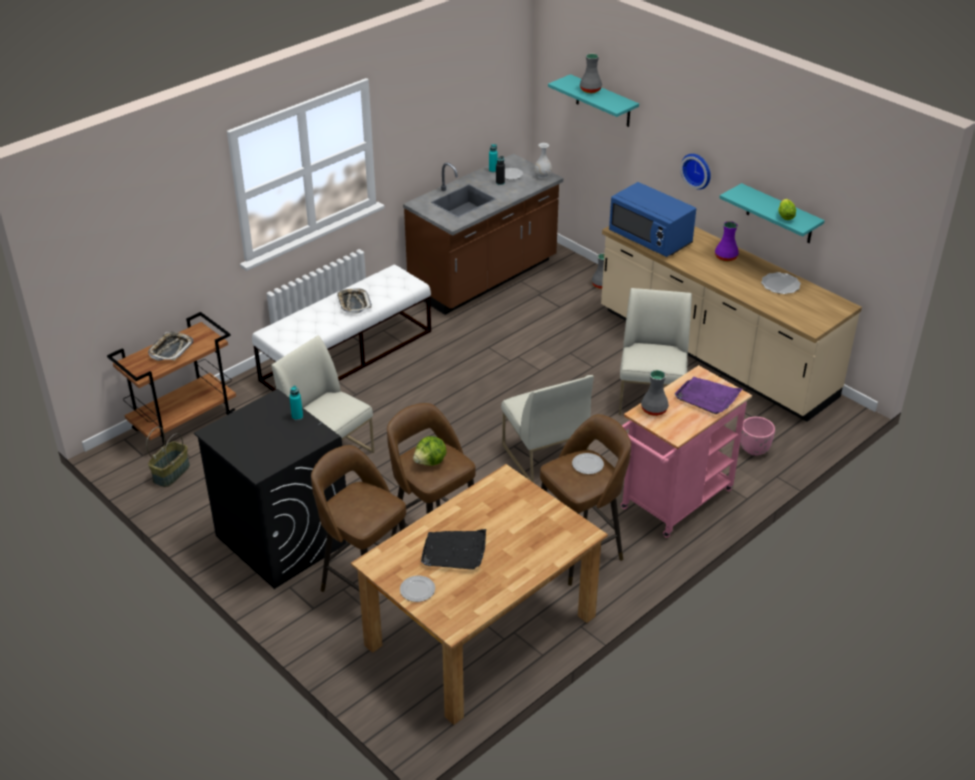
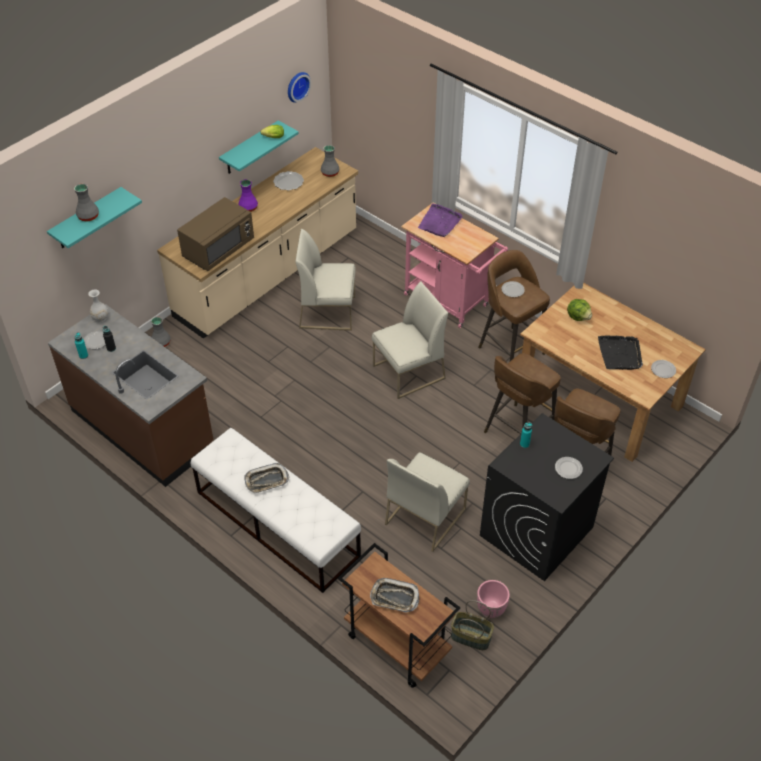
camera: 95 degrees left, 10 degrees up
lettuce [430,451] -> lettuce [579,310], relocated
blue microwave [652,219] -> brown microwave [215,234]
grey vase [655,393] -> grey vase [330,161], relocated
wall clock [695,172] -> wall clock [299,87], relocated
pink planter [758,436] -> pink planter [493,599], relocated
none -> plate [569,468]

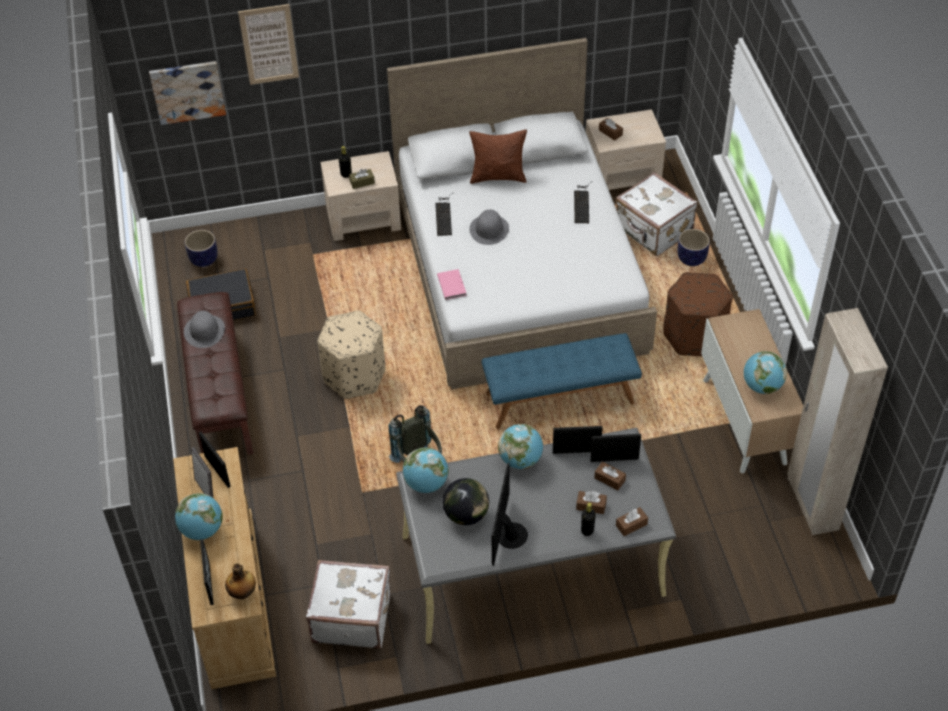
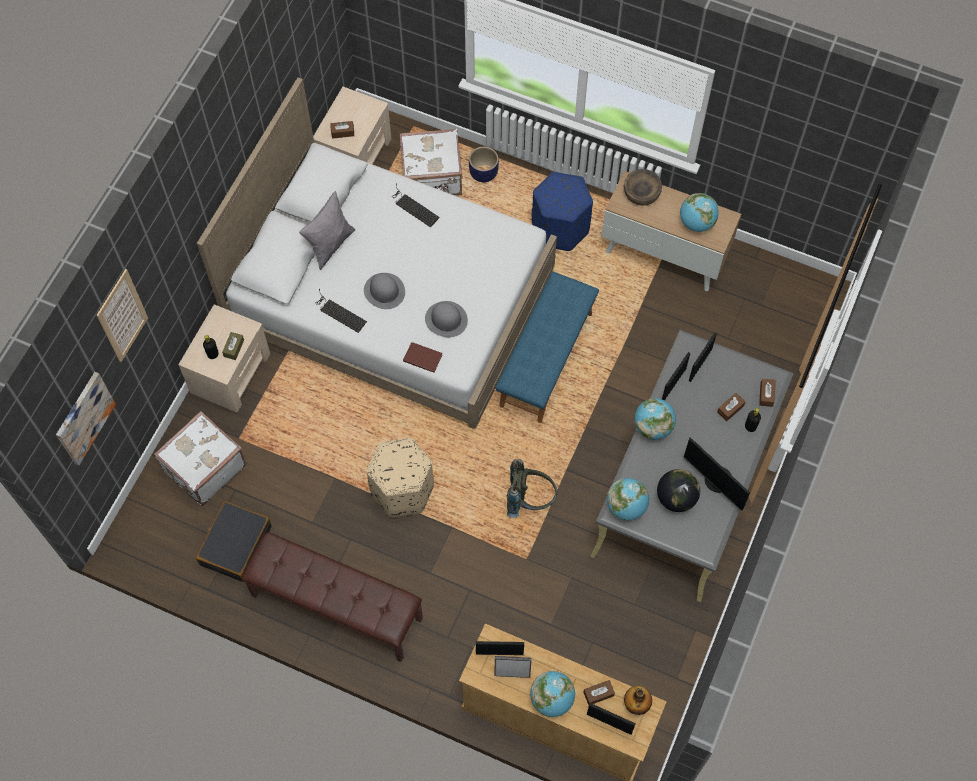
camera: 55 degrees left, 15 degrees up
grey hat [204,329] -> grey hat [446,319], relocated
planter [201,248] -> none
white suitcase [348,604] -> white suitcase [200,458], relocated
pink book [452,284] -> brown book [422,357]
brown pillow [498,156] -> grey pillow [327,230]
brown tissue box [610,476] -> brown tissue box [599,692], relocated
brown ottoman [698,314] -> blue ottoman [562,211]
beige wardrobe [837,421] -> none
none -> brown bowl [643,187]

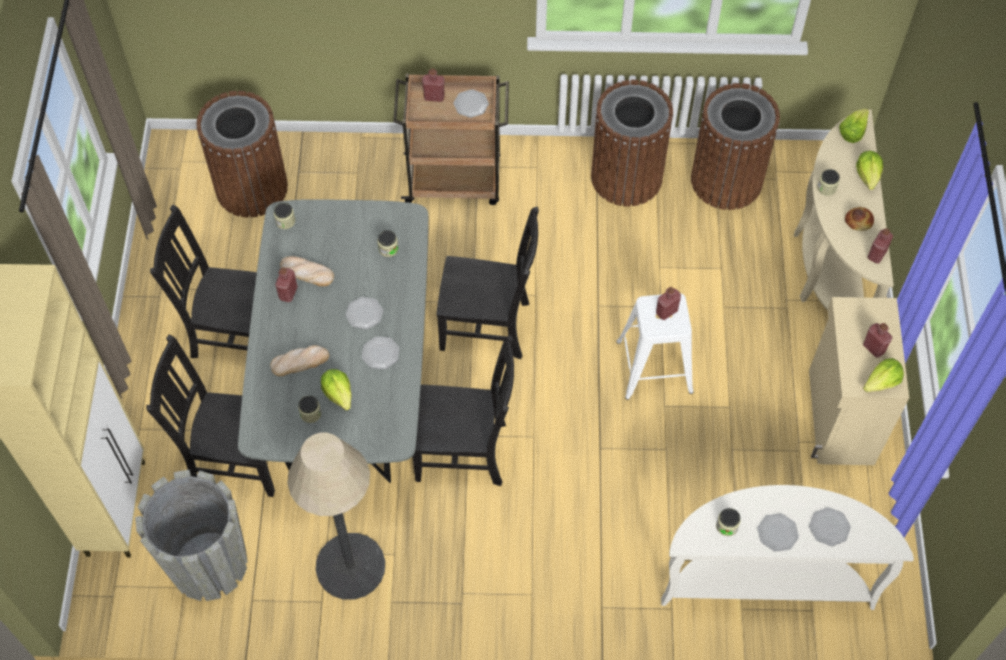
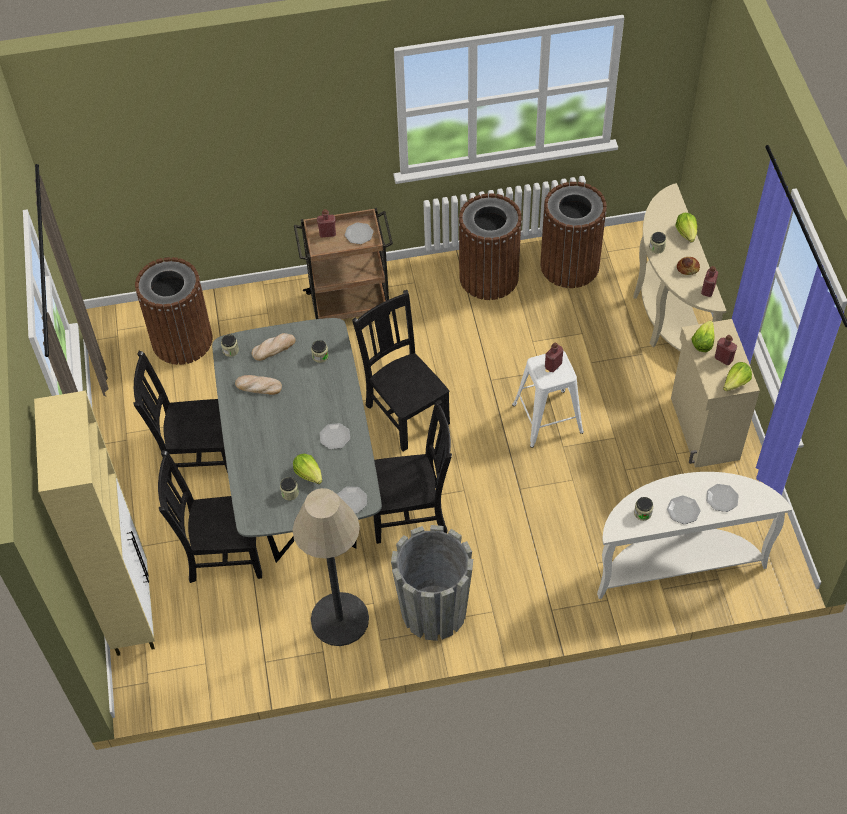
camera: 10 degrees left, 5 degrees down
grey planter [191,535] -> grey planter [432,583], relocated
bread [299,360] -> bread [274,347], relocated
red bottle [286,284] -> none
plate [364,313] -> plate [352,500], relocated
black chair [488,283] -> black chair [401,370], 120 degrees counterclockwise
lettuce [854,125] -> lettuce [703,336], relocated

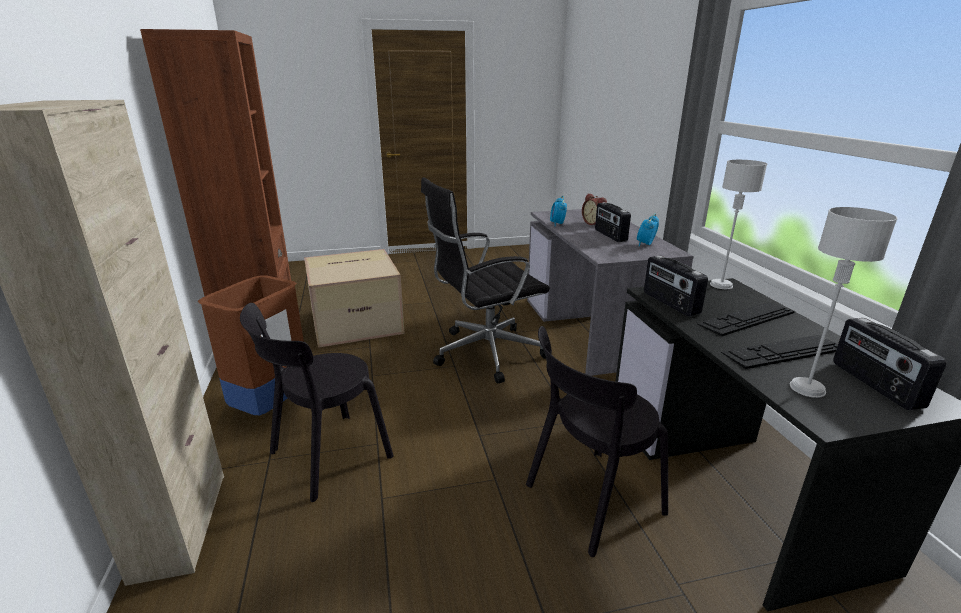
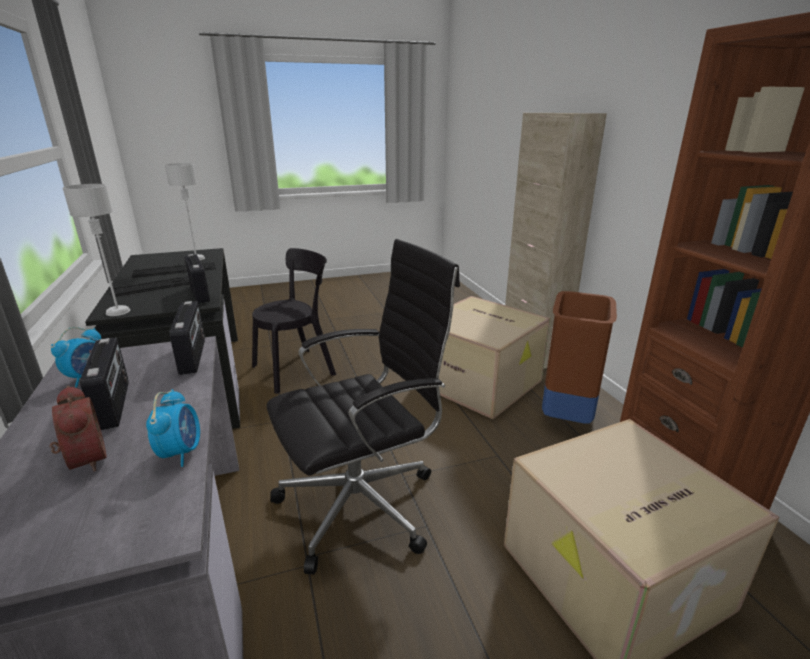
camera: 175 degrees right, 0 degrees up
black chair [317,402] -> cardboard box [494,357]
radio [890,364] -> radio [187,338], relocated

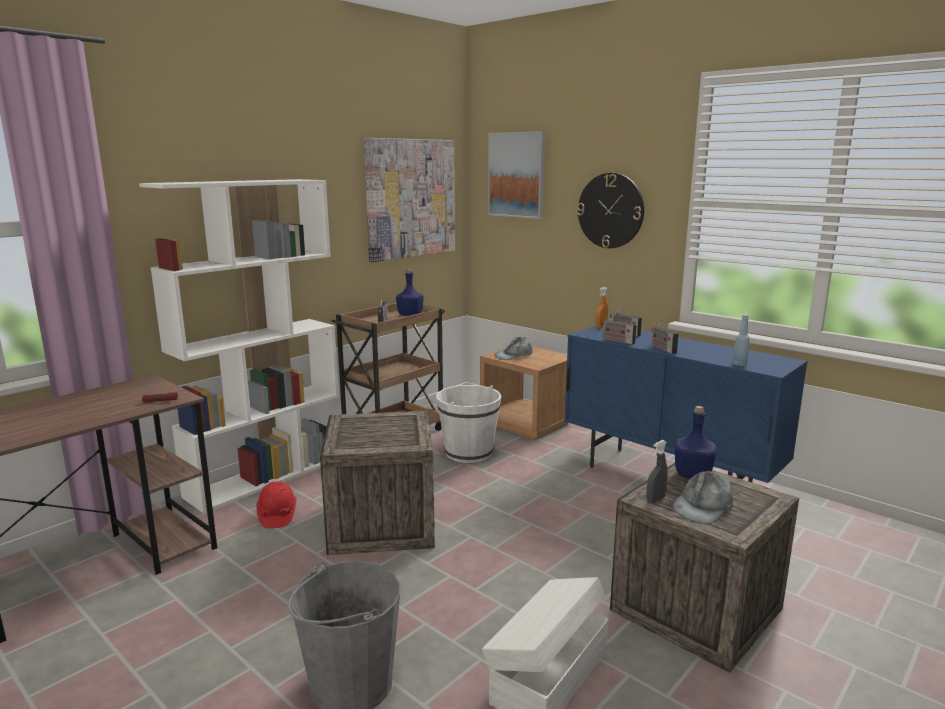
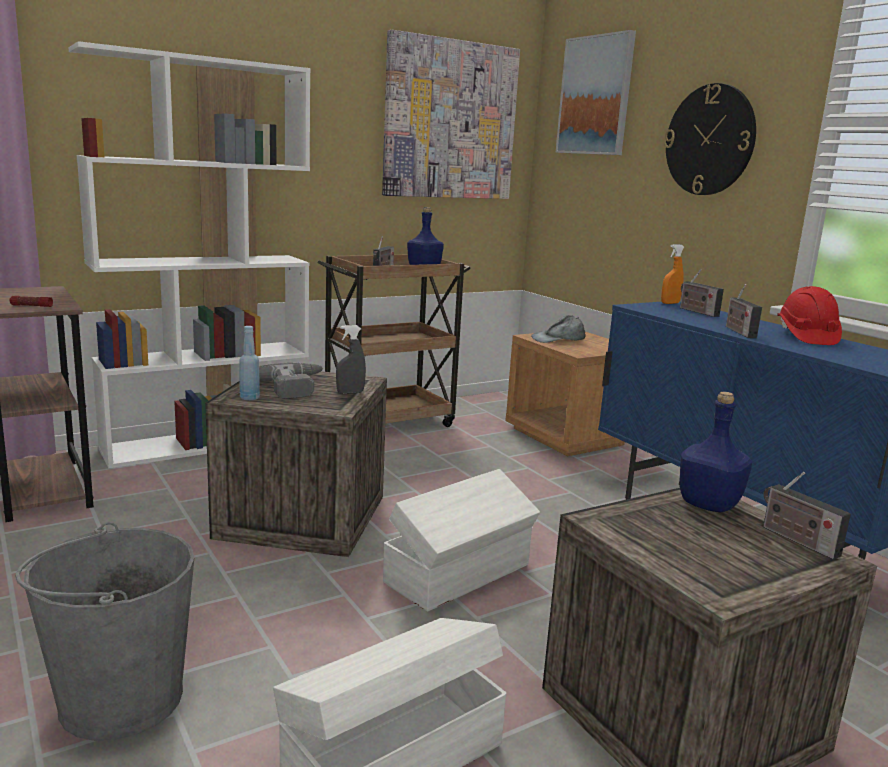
camera: 15 degrees right, 0 degrees up
red hard hat [276,504] -> red hard hat [809,315], relocated
white bucket [468,424] -> none
radio [619,328] -> radio [807,516], relocated
grey spray bottle [657,471] -> grey spray bottle [351,359], relocated
grey cap [703,497] -> none
blue bottle [741,340] -> blue bottle [249,363], relocated
none -> power drill [291,381]
none -> white storage box [461,540]

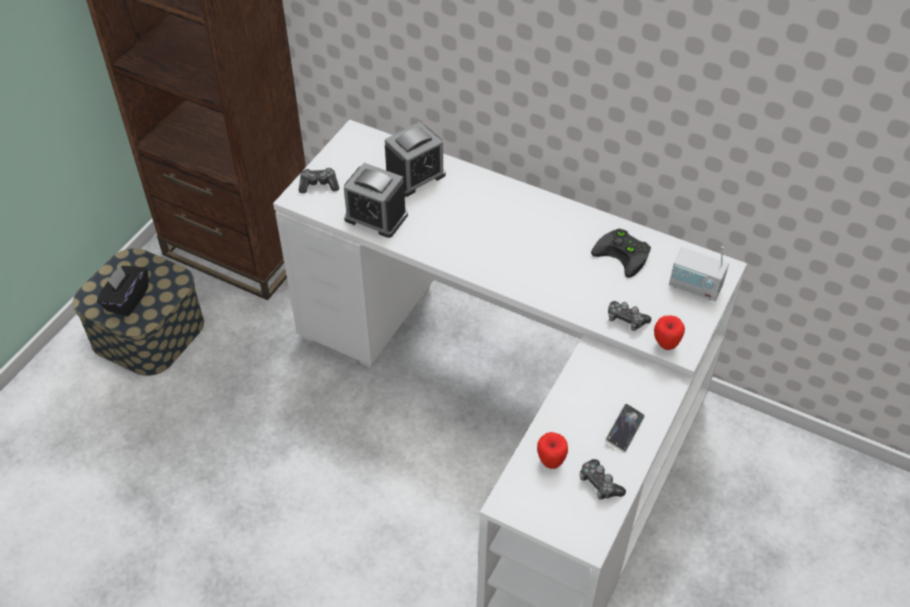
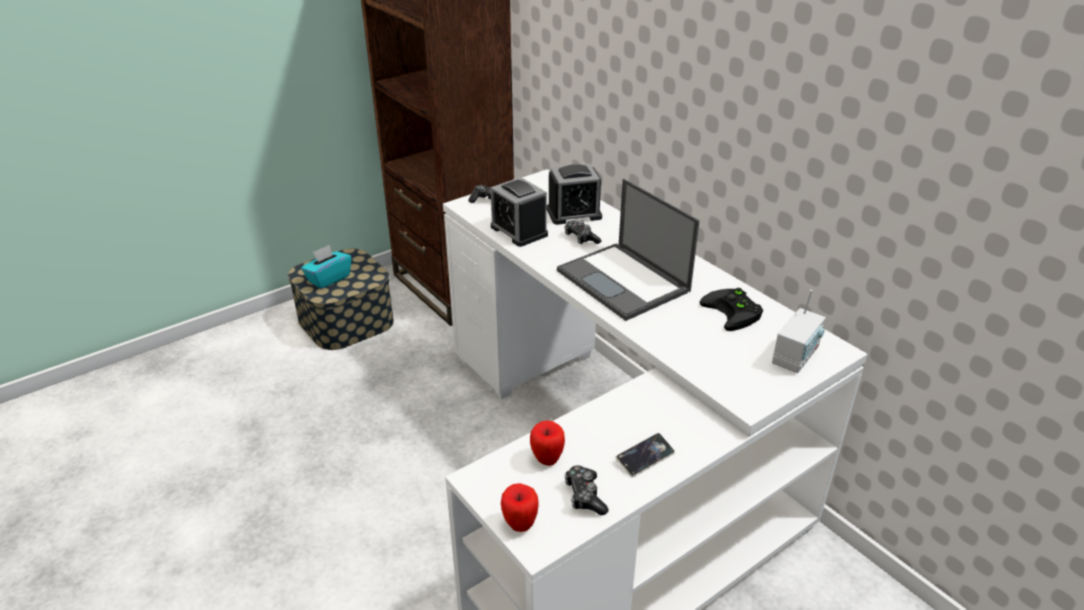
camera: 25 degrees right, 15 degrees down
black tissue box [123,291] -> turquoise tissue box [326,267]
game controller [629,316] -> game controller [582,232], relocated
apple [669,333] -> apple [519,507], relocated
radio [699,273] -> radio [799,331], 105 degrees counterclockwise
none -> laptop [628,250]

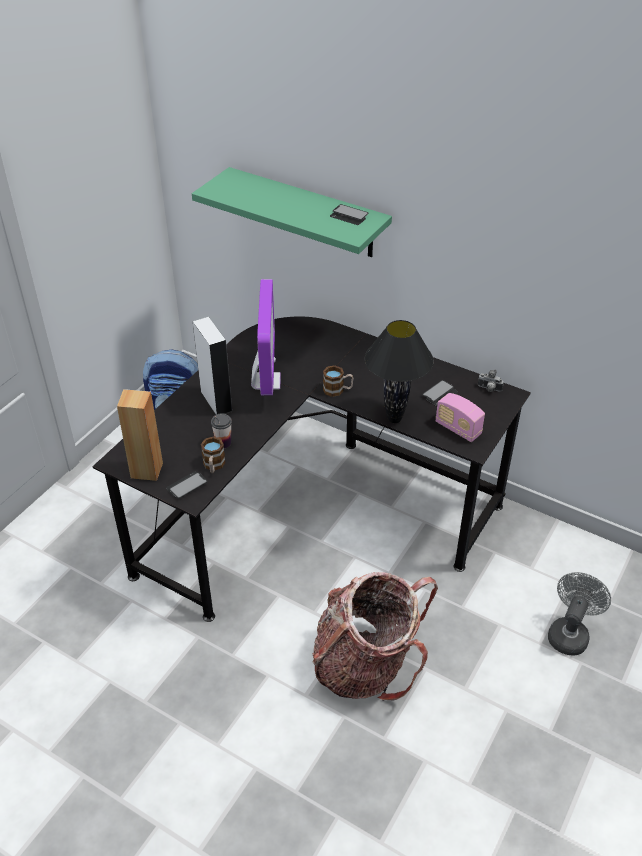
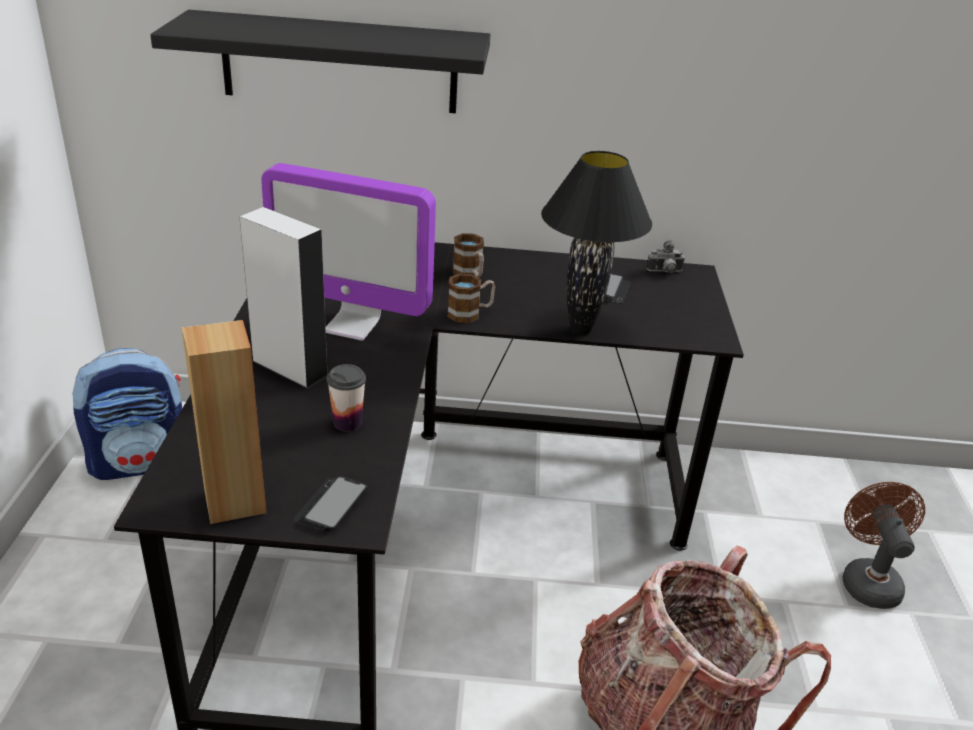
camera: 30 degrees left, 10 degrees down
green shelf [292,212] -> black shelf [320,61]
mug [213,455] -> mug [468,255], relocated
monitor [266,337] -> monitor [348,252], 135 degrees clockwise
phone [349,214] -> none
radio [460,417] -> none
grey fan [579,614] -> brown fan [883,545]

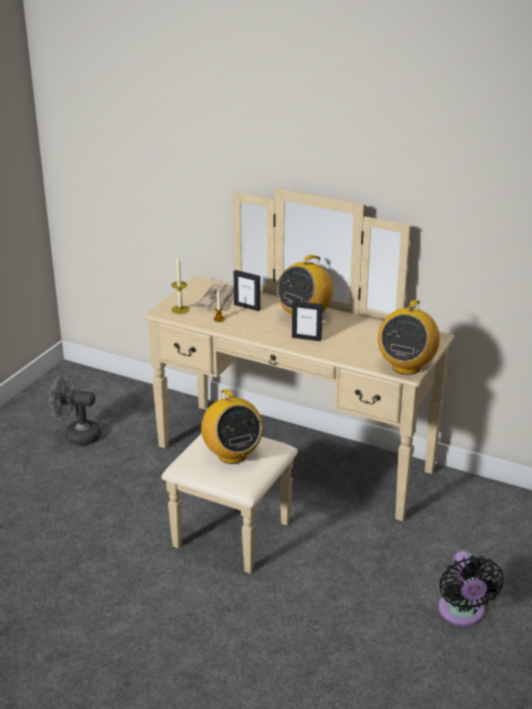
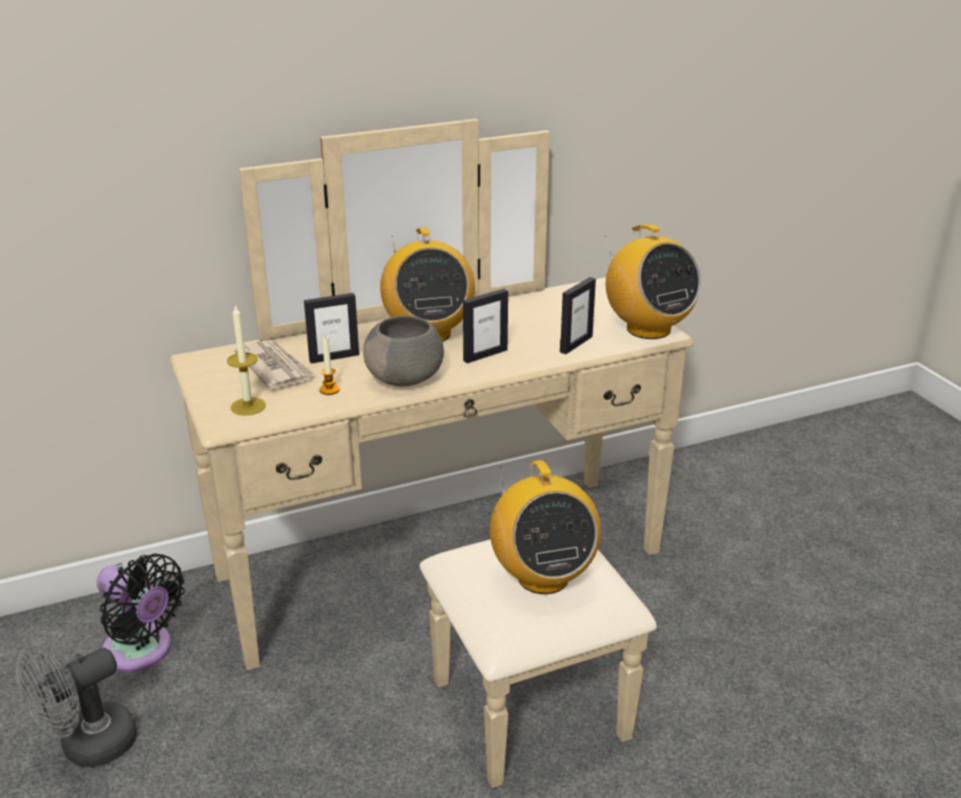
camera: 50 degrees left, 0 degrees up
radio [232,426] -> radio [545,527], 60 degrees clockwise
black fan [471,588] -> black fan [141,613], relocated
none -> grey bowl [403,351]
none -> picture frame [578,315]

